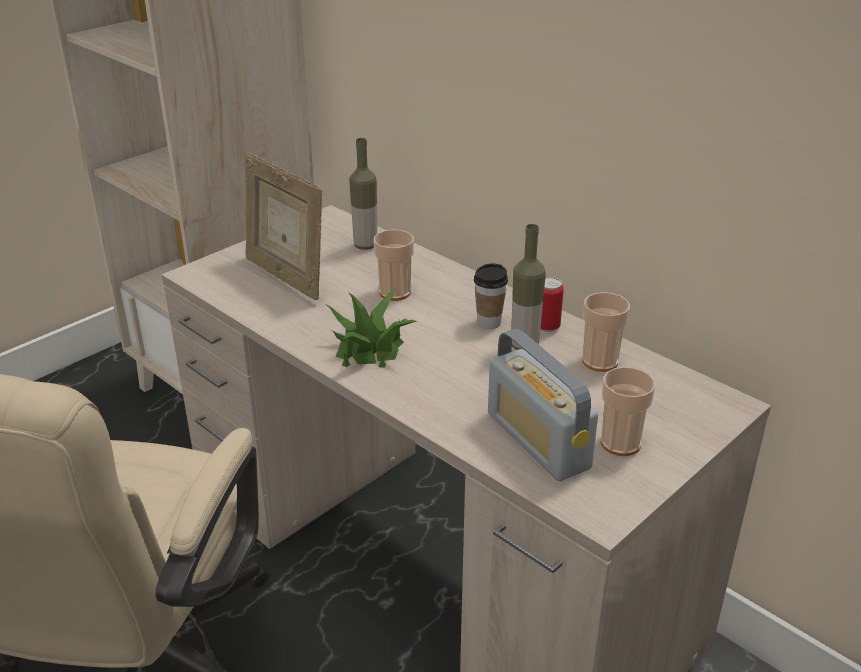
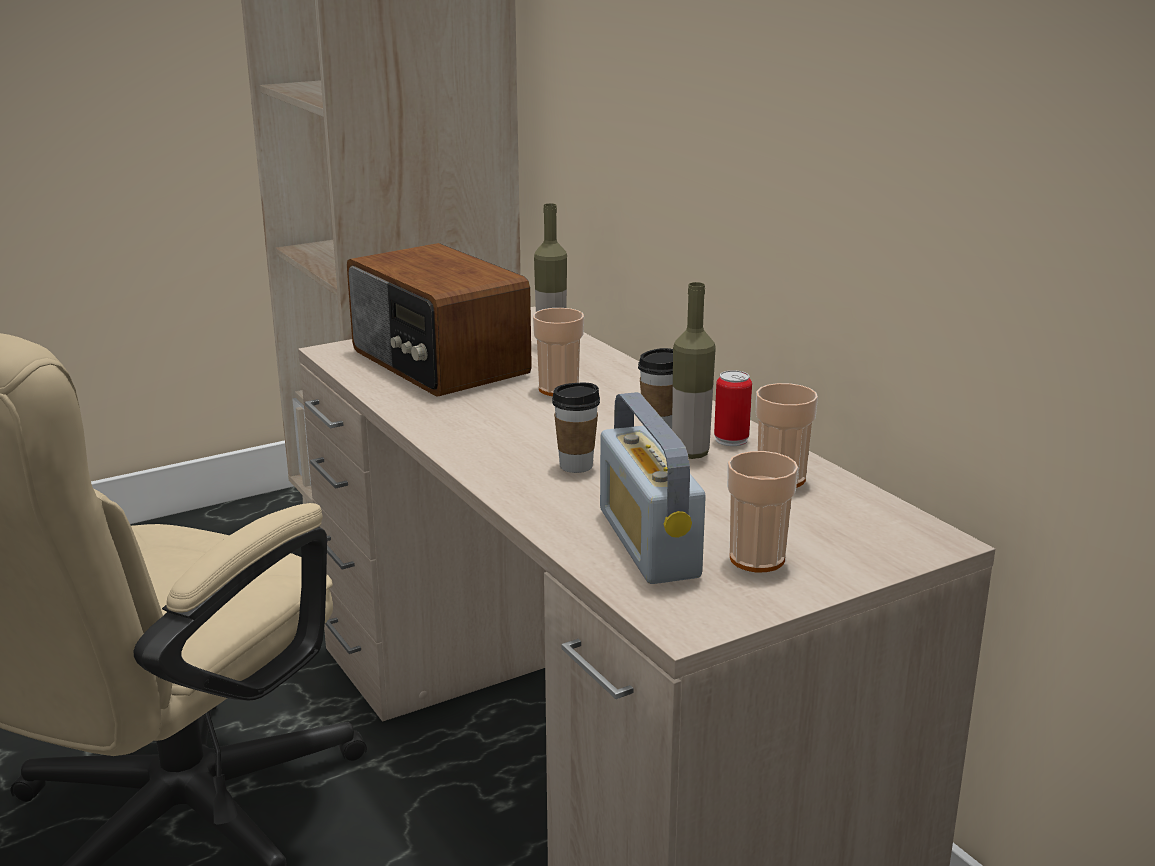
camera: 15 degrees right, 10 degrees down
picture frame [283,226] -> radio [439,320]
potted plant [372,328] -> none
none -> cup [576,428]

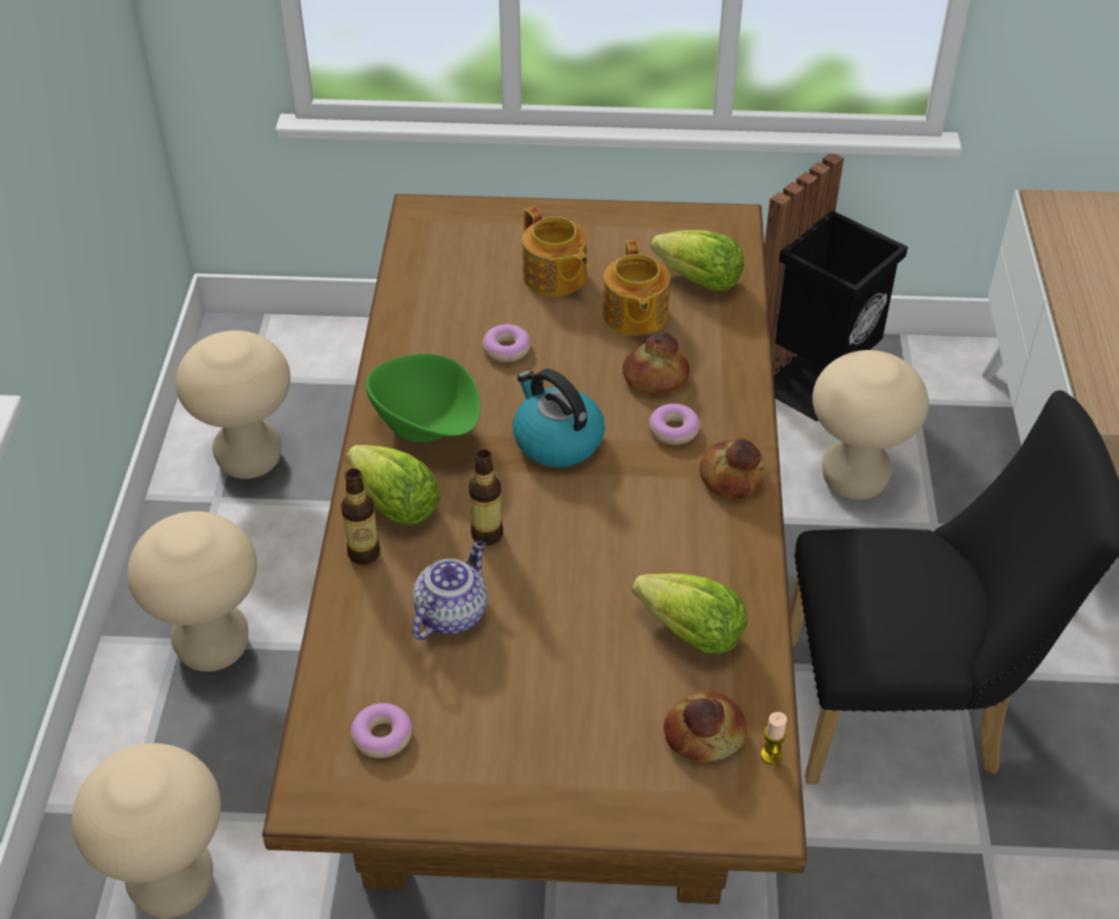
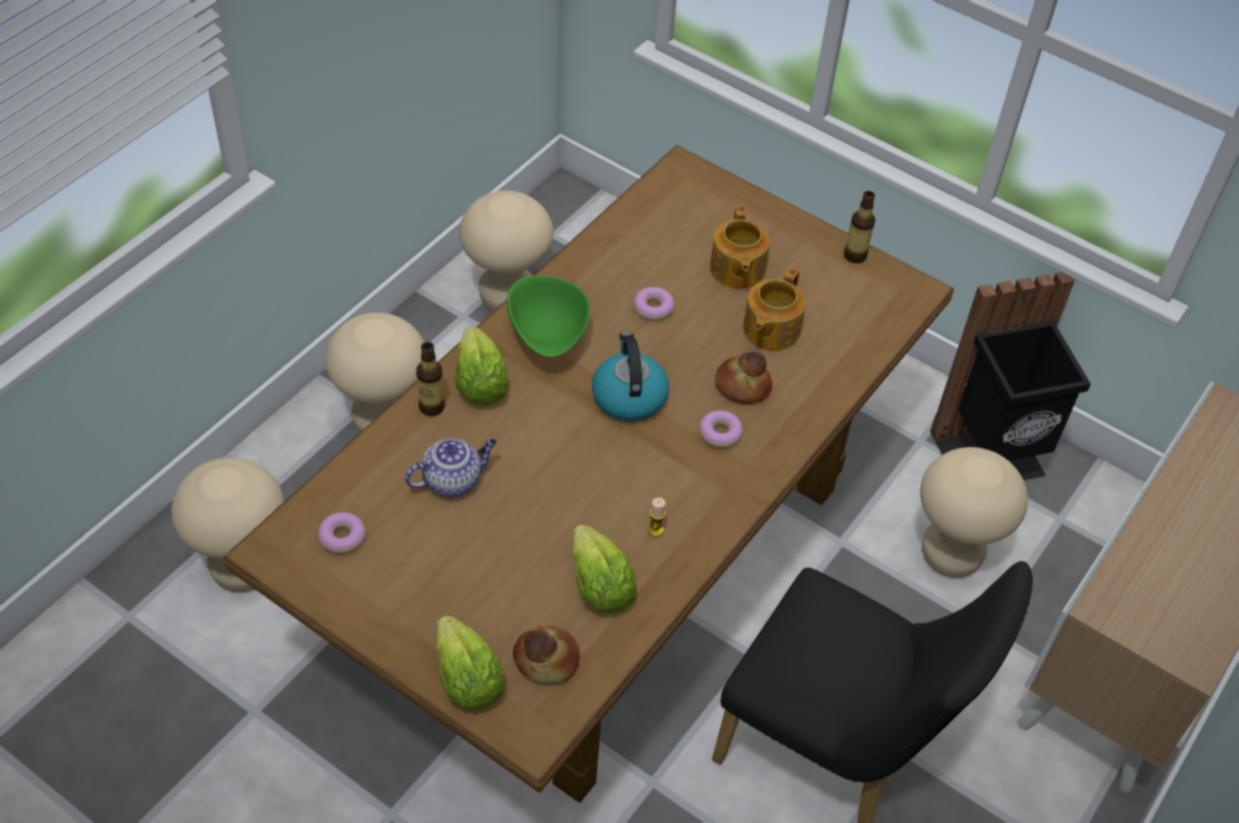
camera: 30 degrees right, 5 degrees up
bottle [486,497] -> bottle [859,227], relocated
lettuce [697,260] -> lettuce [470,663], relocated
bread [733,469] -> none
candle [774,738] -> candle [657,517], relocated

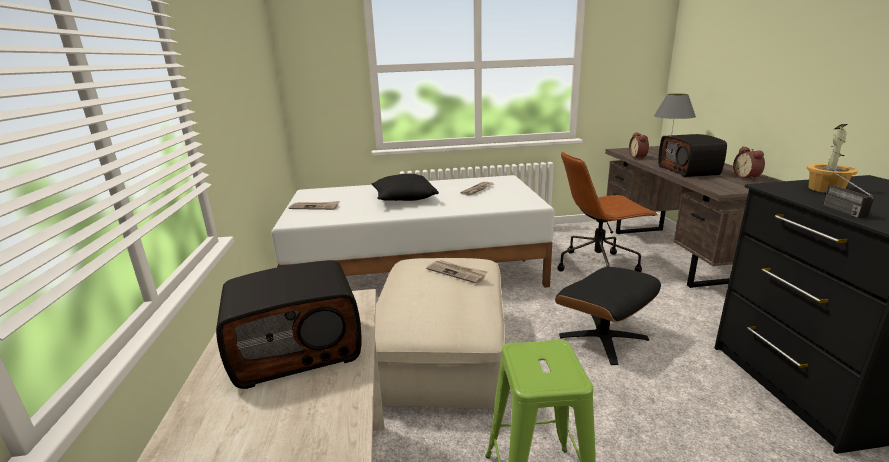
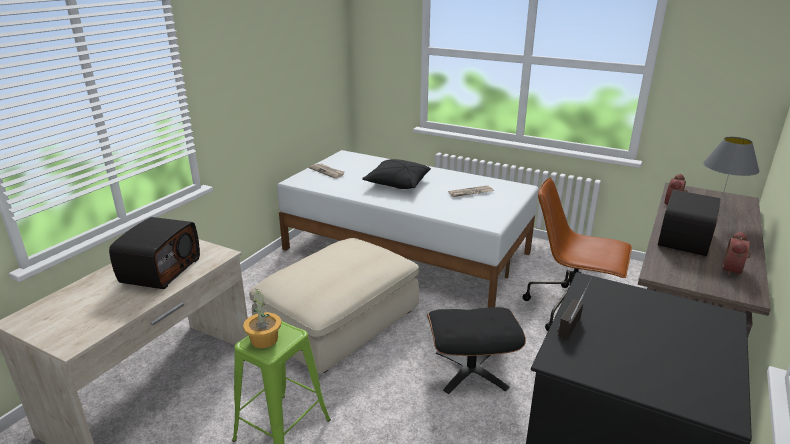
camera: 35 degrees right, 5 degrees up
radio [288,324] -> radio [154,253], 90 degrees counterclockwise
newspaper [457,271] -> none
potted plant [832,158] -> potted plant [262,318], relocated

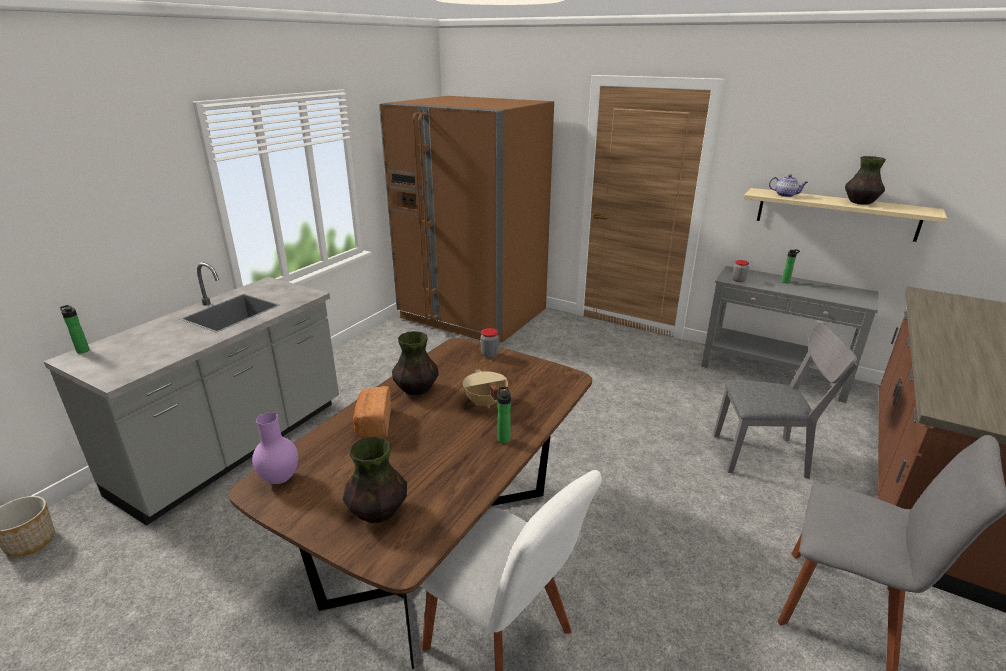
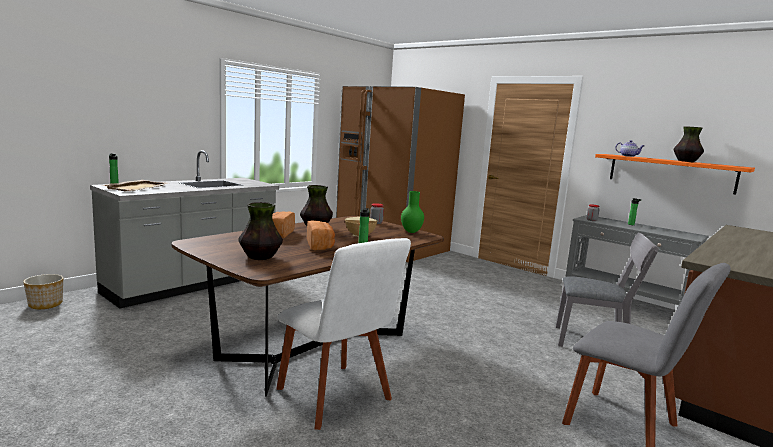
camera: 10 degrees right, 15 degrees down
purple vase [275,448] -> none
beige shelf [845,215] -> orange shelf [675,174]
none -> beige tray [134,185]
none -> bread [321,235]
none -> green vase [412,212]

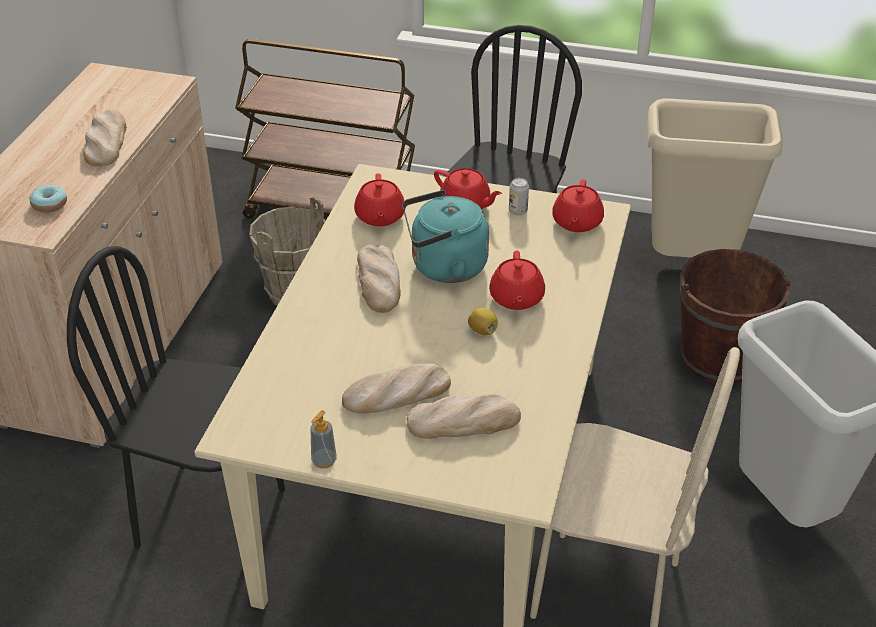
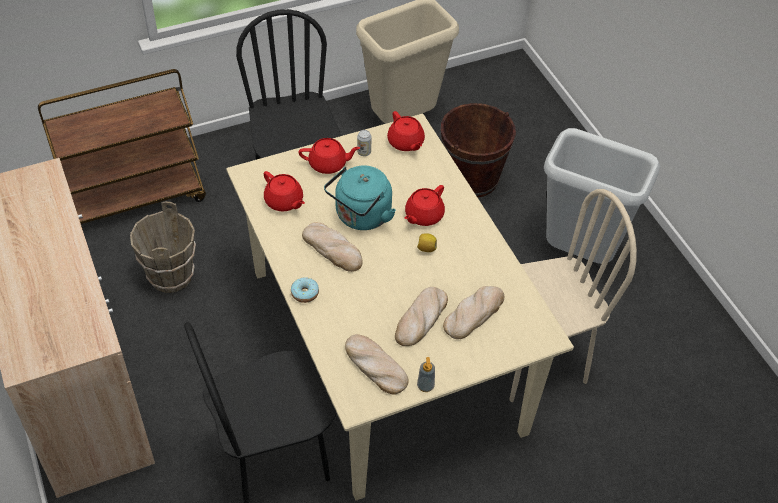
camera: 40 degrees left, 10 degrees up
donut [48,199] -> donut [305,290], relocated
bread [105,137] -> bread [377,364], relocated
red teapot [517,280] -> red teapot [425,205], 75 degrees clockwise

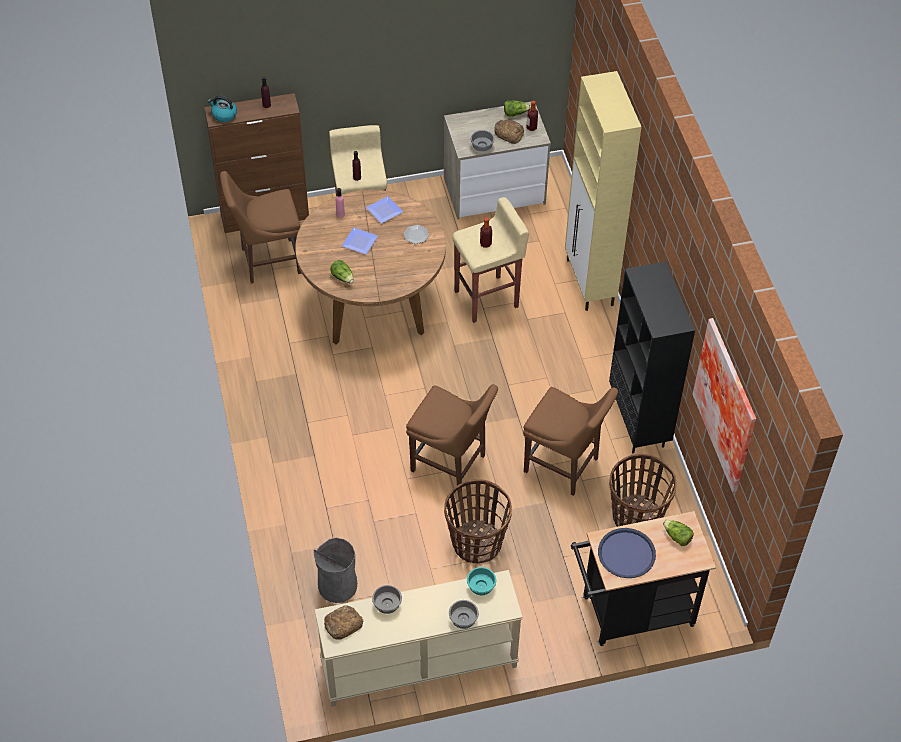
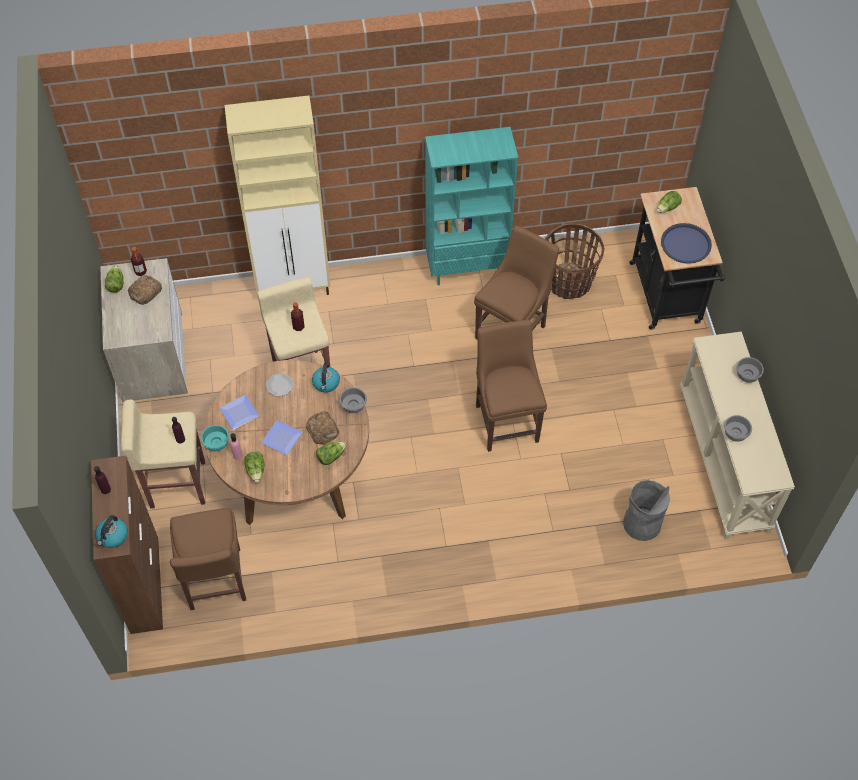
camera: 85 degrees left, 5 degrees up
bread [343,622] -> bread [322,428], relocated
brown chair [452,437] -> brown chair [511,386], 45 degrees counterclockwise
basket [478,521] -> none
turquoise bowl [481,581] -> turquoise bowl [215,438], relocated
grey bowl [483,140] -> grey bowl [353,400], relocated
black bookcase [652,357] -> turquoise bookcase [471,206]
picture [724,405] -> none
none -> lettuce [254,467]
none -> kettle [326,378]

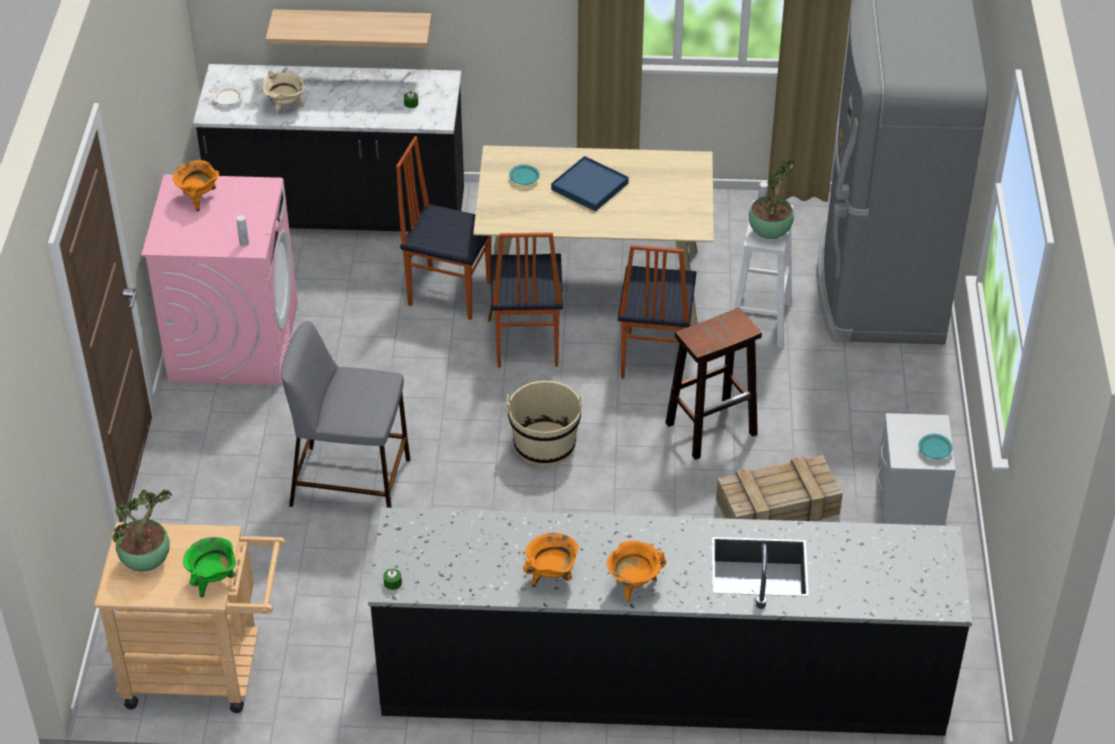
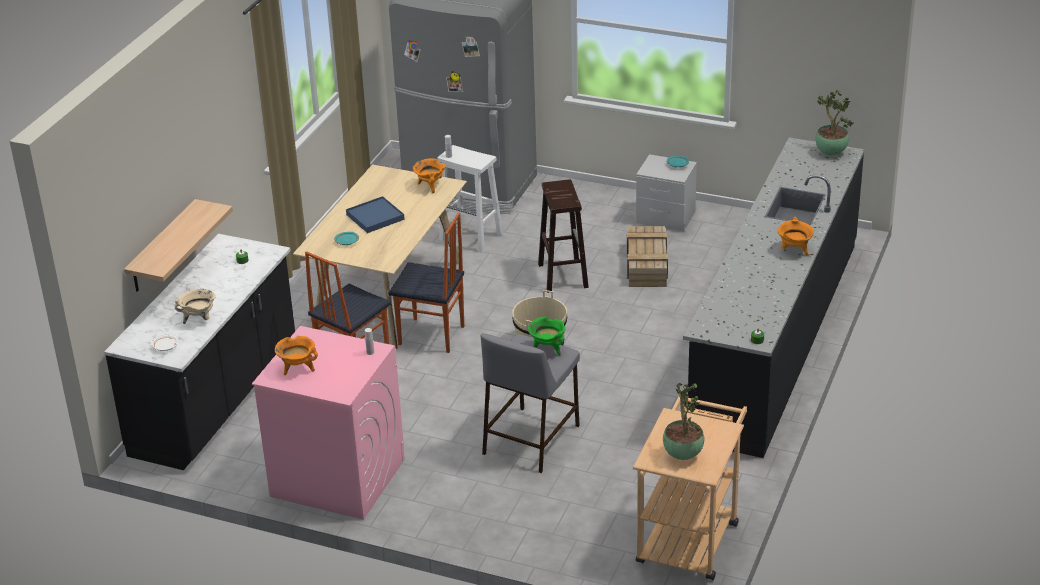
camera: 70 degrees left, 10 degrees down
green cooking pot [209,567] -> green cooking pot [546,336], relocated
orange cooking pot [551,560] -> orange cooking pot [429,176], relocated
chair [657,312] -> none
potted plant [772,199] -> potted plant [834,122], relocated

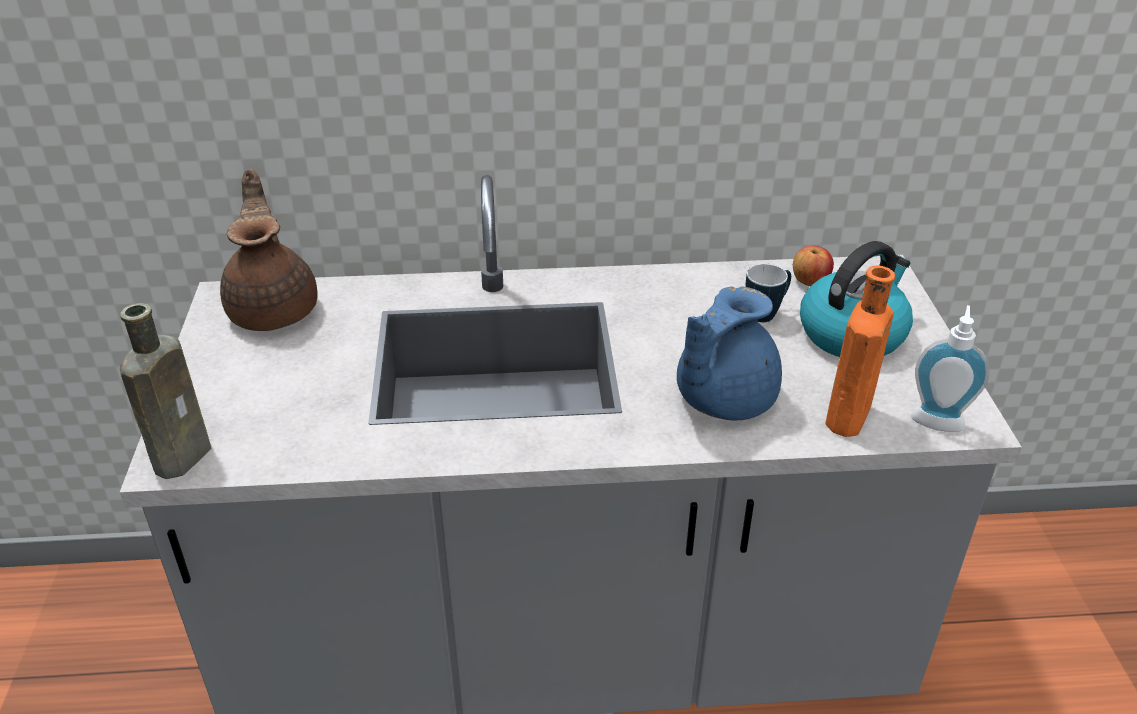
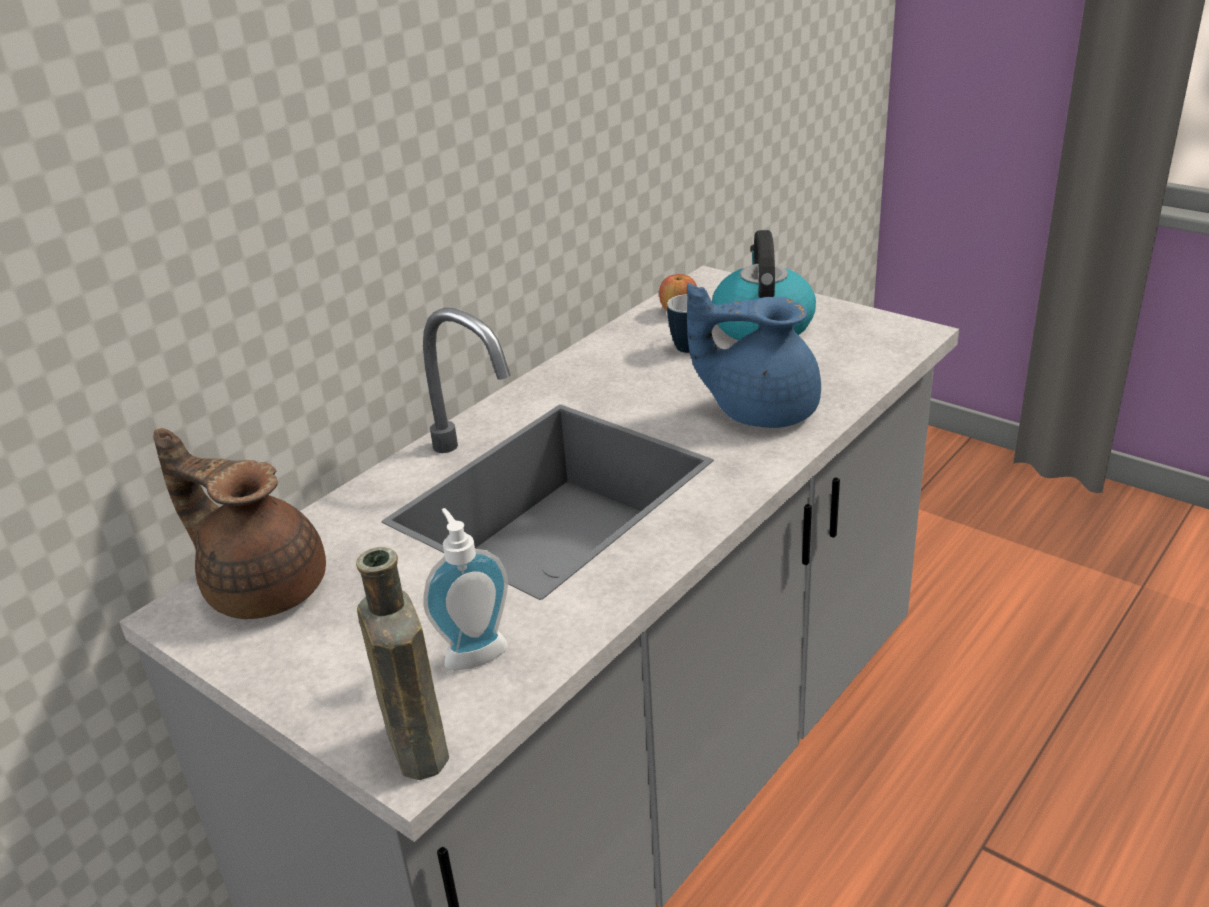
camera: 45 degrees left, 5 degrees down
blue teapot [729,353] -> blue teapot [754,355], 105 degrees clockwise
orange bottle [860,351] -> none
soap dispenser [950,368] -> soap dispenser [465,589], relocated

